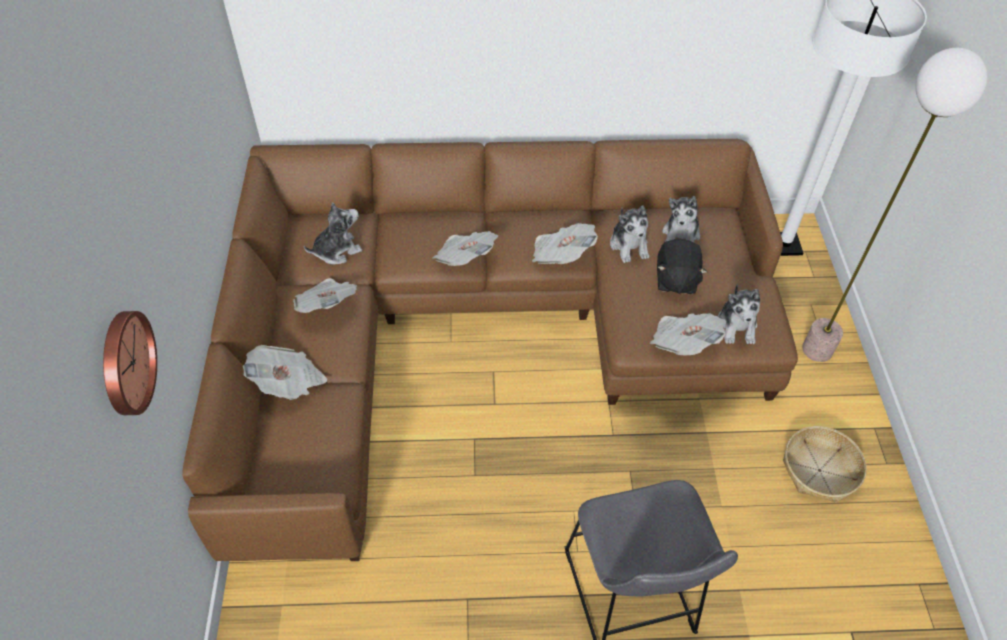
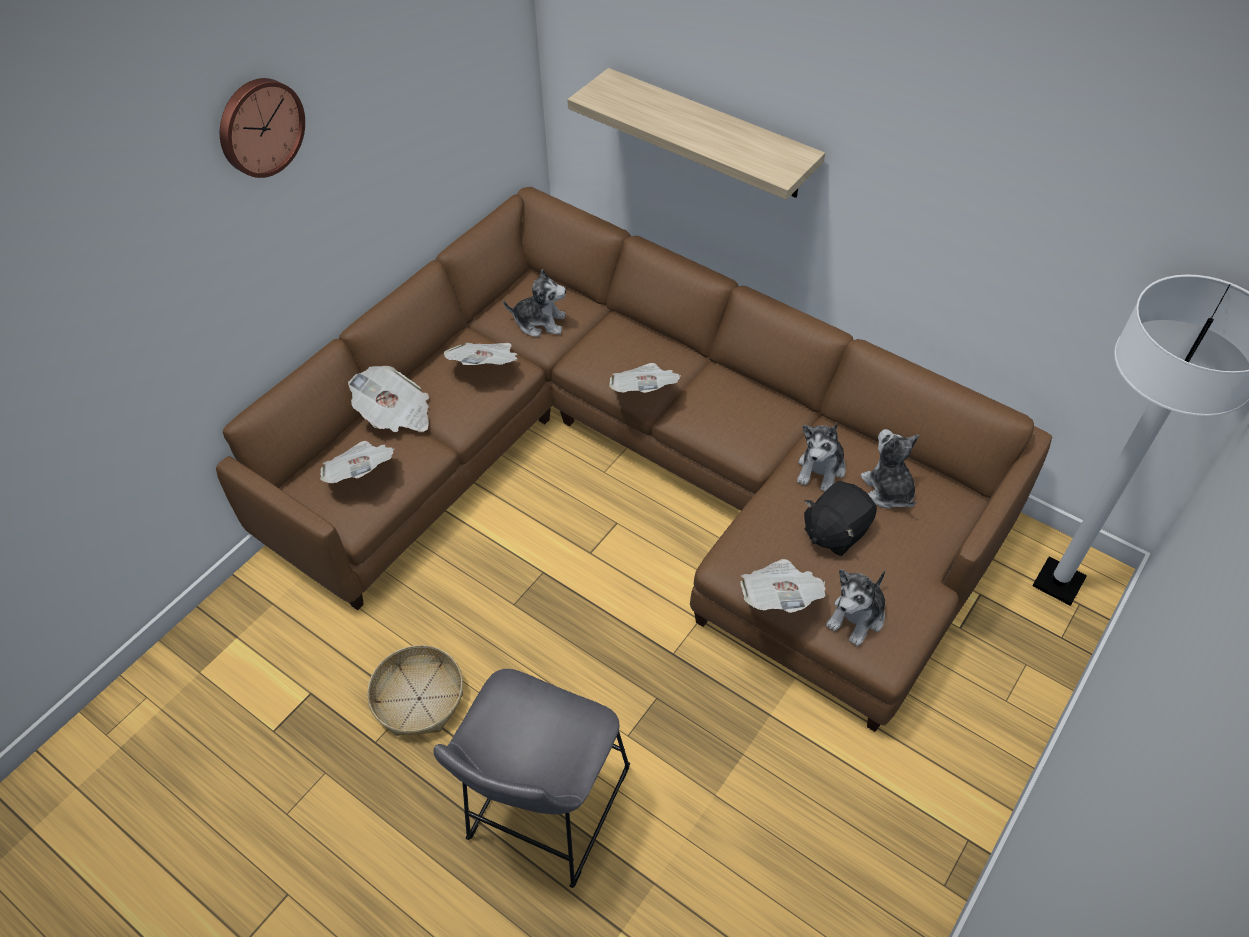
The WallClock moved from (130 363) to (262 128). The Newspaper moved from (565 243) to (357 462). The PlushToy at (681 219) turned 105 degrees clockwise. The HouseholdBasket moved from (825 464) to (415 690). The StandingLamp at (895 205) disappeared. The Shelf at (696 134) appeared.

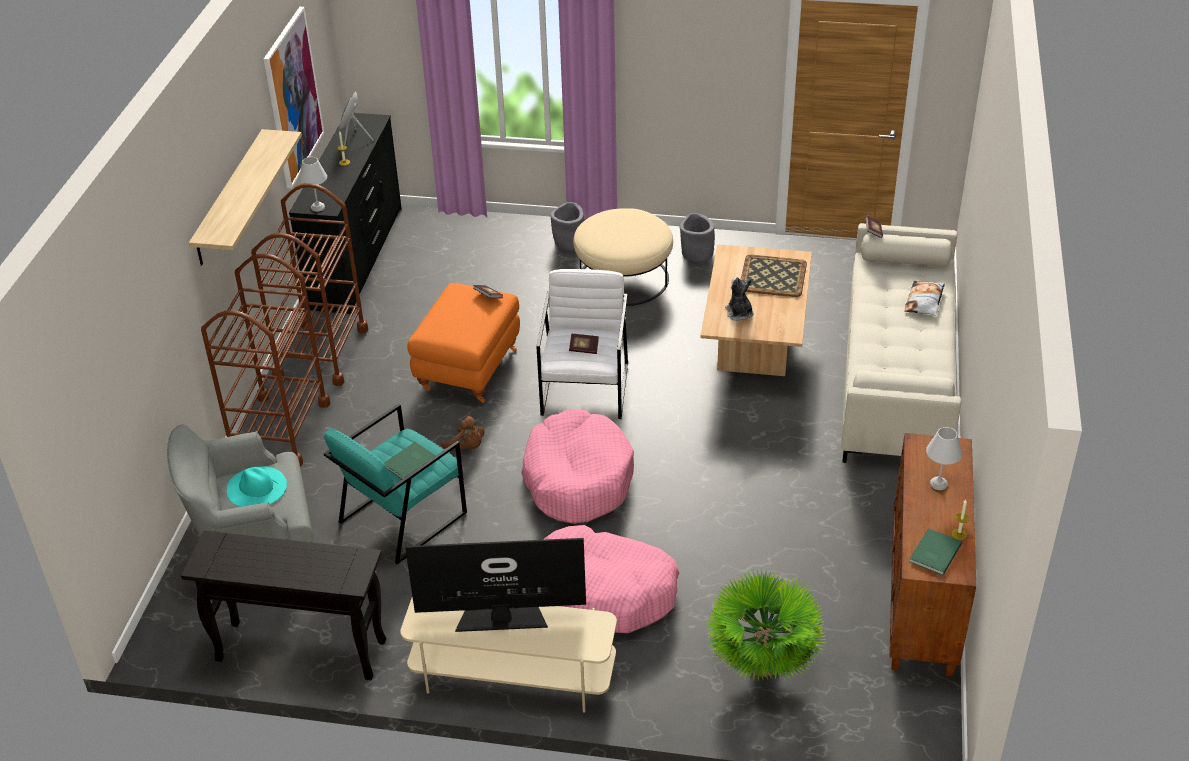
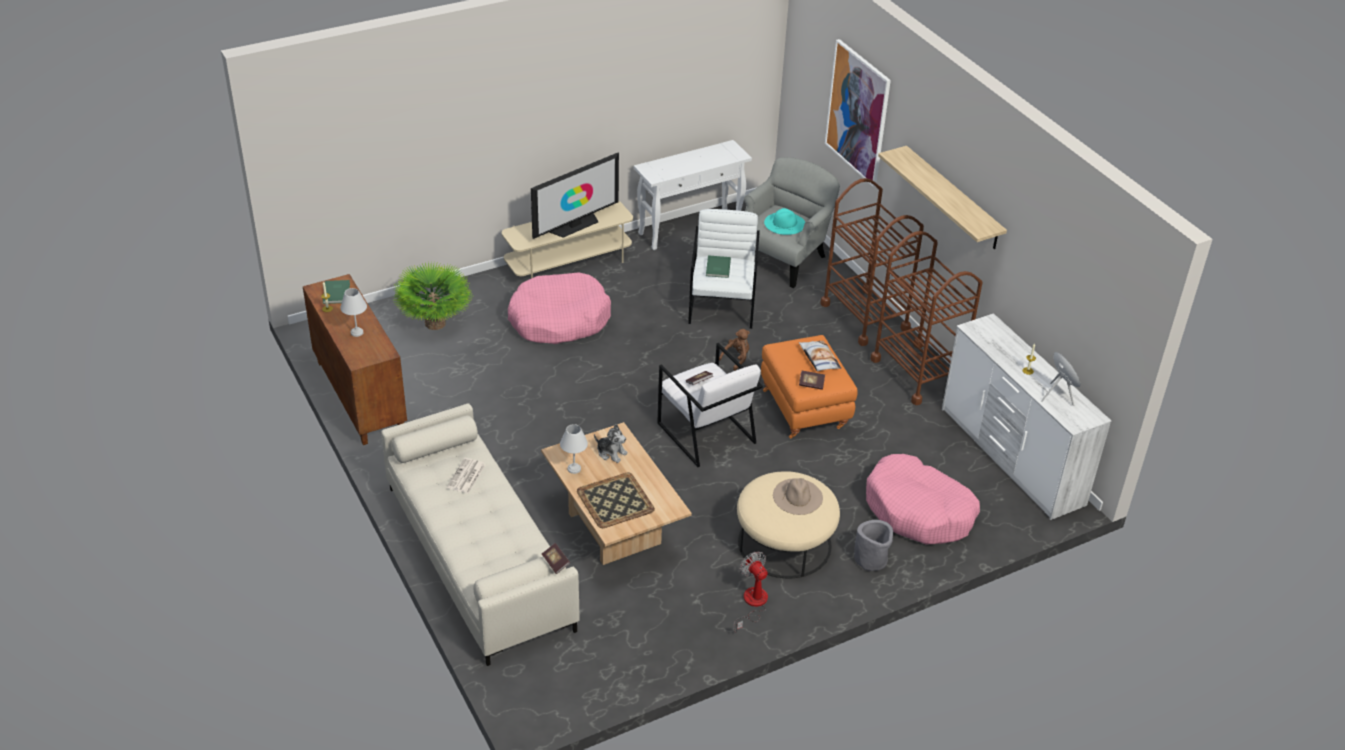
The BlackHallTable at (283 605) became the WhiteColouredHallTable at (693 195). The WallArt moved from (294 98) to (858 113). The BlackChestOfDrawers at (345 213) became the WhiteColouredChestOfDrawers at (1026 416). The WhiteColouredTableLamp moved from (313 184) to (574 449). The TurquoiseLoungeChair at (395 484) became the WhiteColouredLoungeChair at (724 269). The BrownPlushToy at (463 432) turned 135 degrees clockwise. The PinkColouredDogBed moved from (577 466) to (923 499). The GrayFlowerPot at (697 237) was replaced by the ElectricFan at (750 592). The ThrowPillow moved from (924 298) to (820 356). The Newspaper at (466 476) appeared. The BeigeColouredHat at (798 496) appeared.

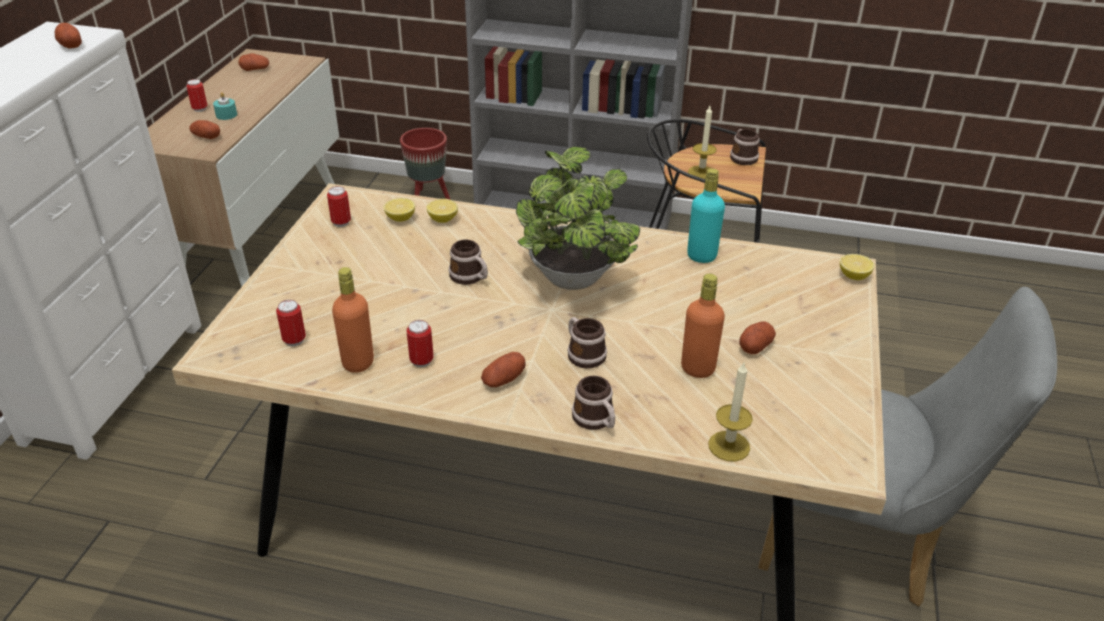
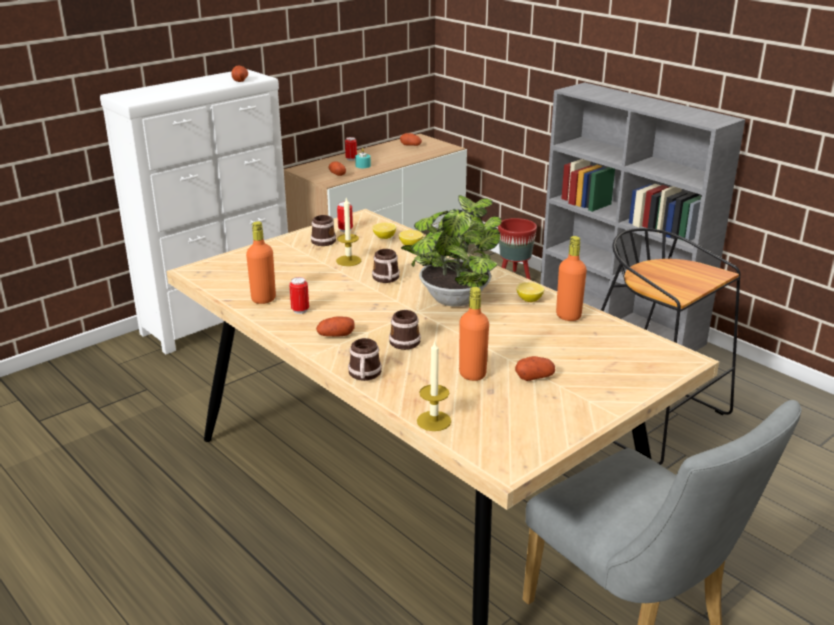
The SealedCan at (291 323) disappeared. The TurquoiseBottle at (706 215) became the OrangeBottle at (571 278). The Candle moved from (702 142) to (348 231). The TeaMug moved from (745 147) to (323 230). The Lemon moved from (857 267) to (530 292).

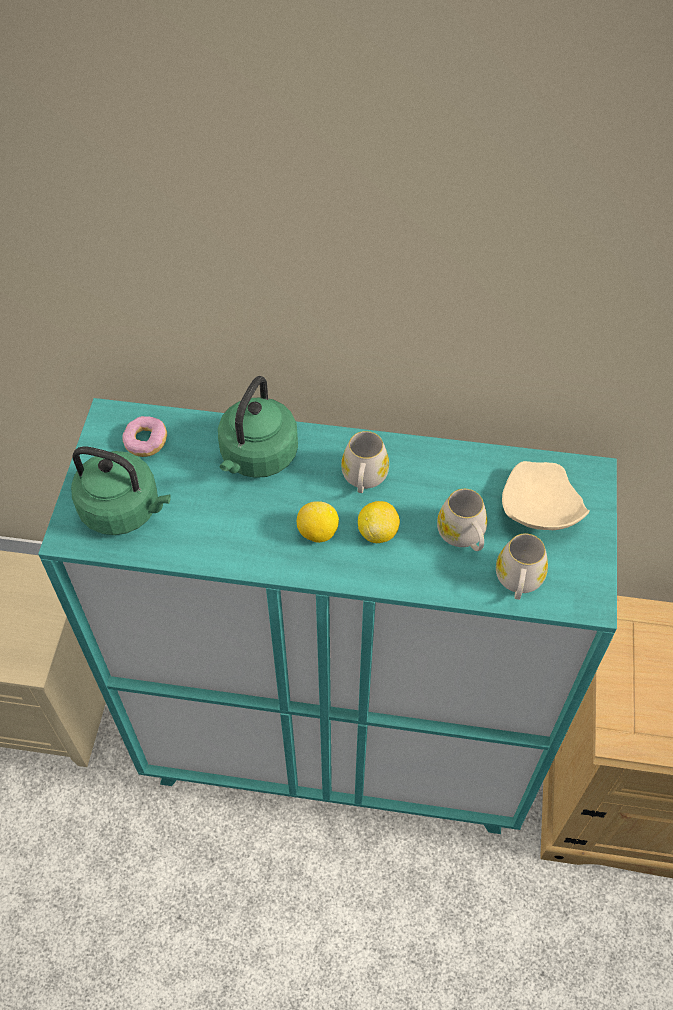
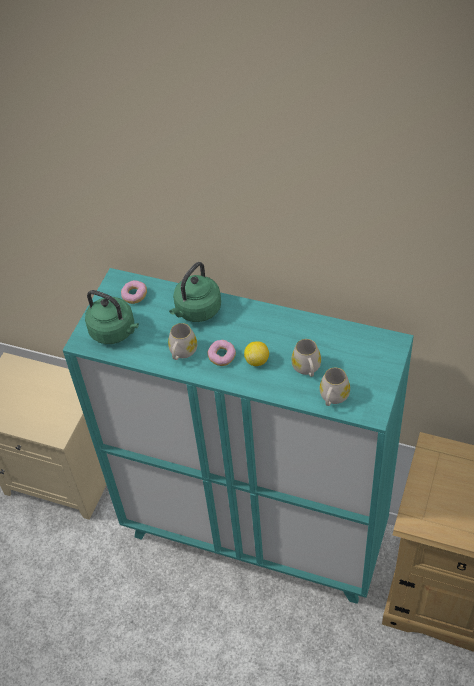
The Lemon at (318 522) was replaced by the Donut at (221 353). The WhiteColouredTeaMug moved from (365 462) to (182 341). The BeigeColouredPlate at (546 495) disappeared.

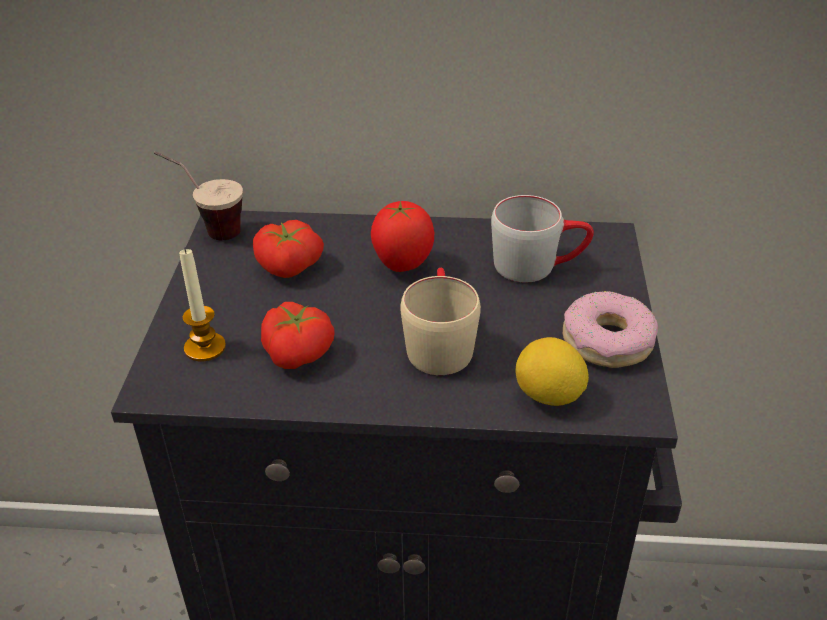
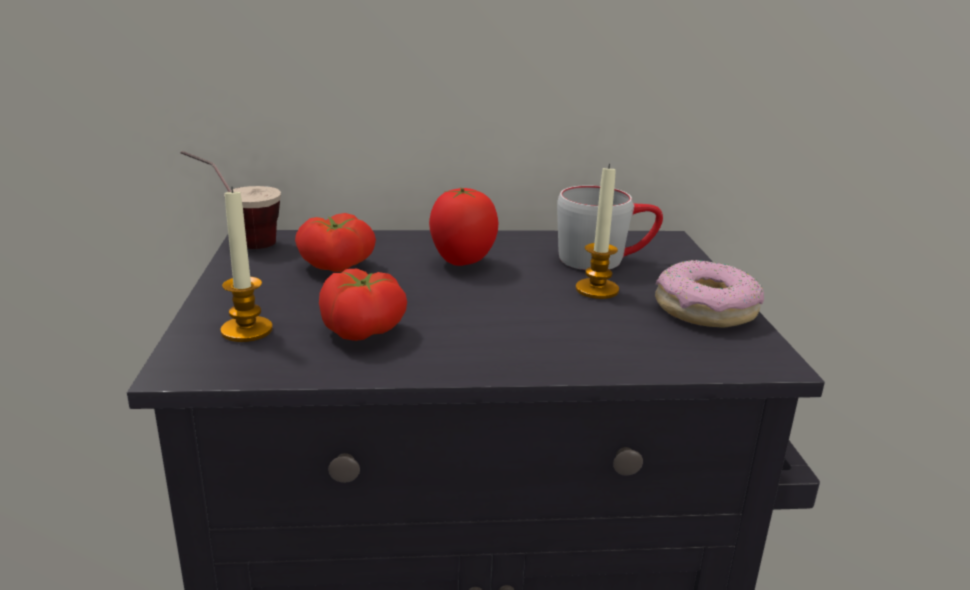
The BeigeColouredTeaMug at (440 321) disappeared. The Lemon at (552 371) disappeared. The Candle at (597 231) appeared.

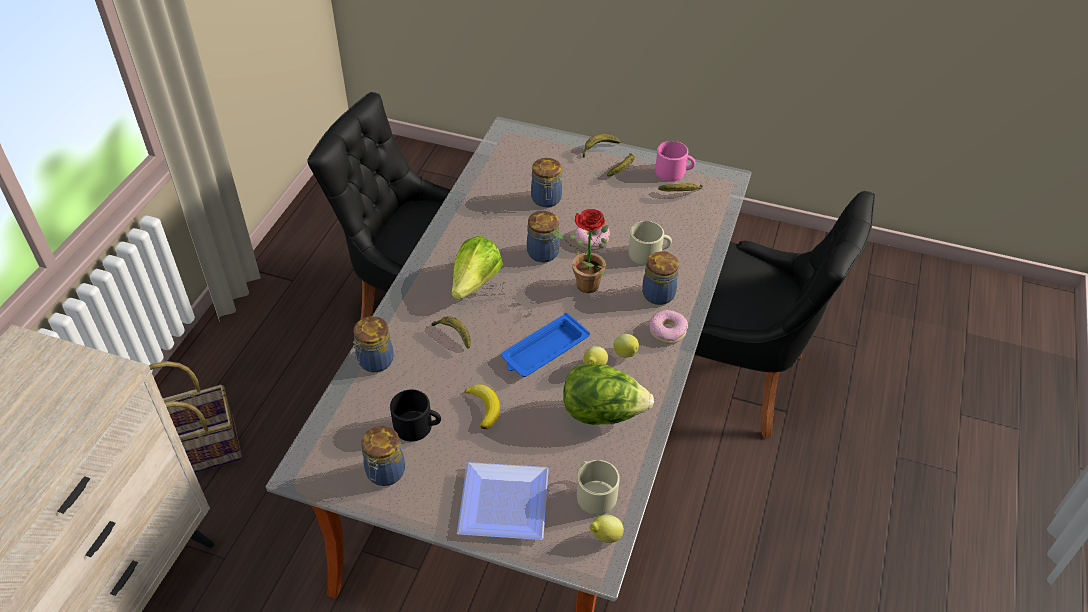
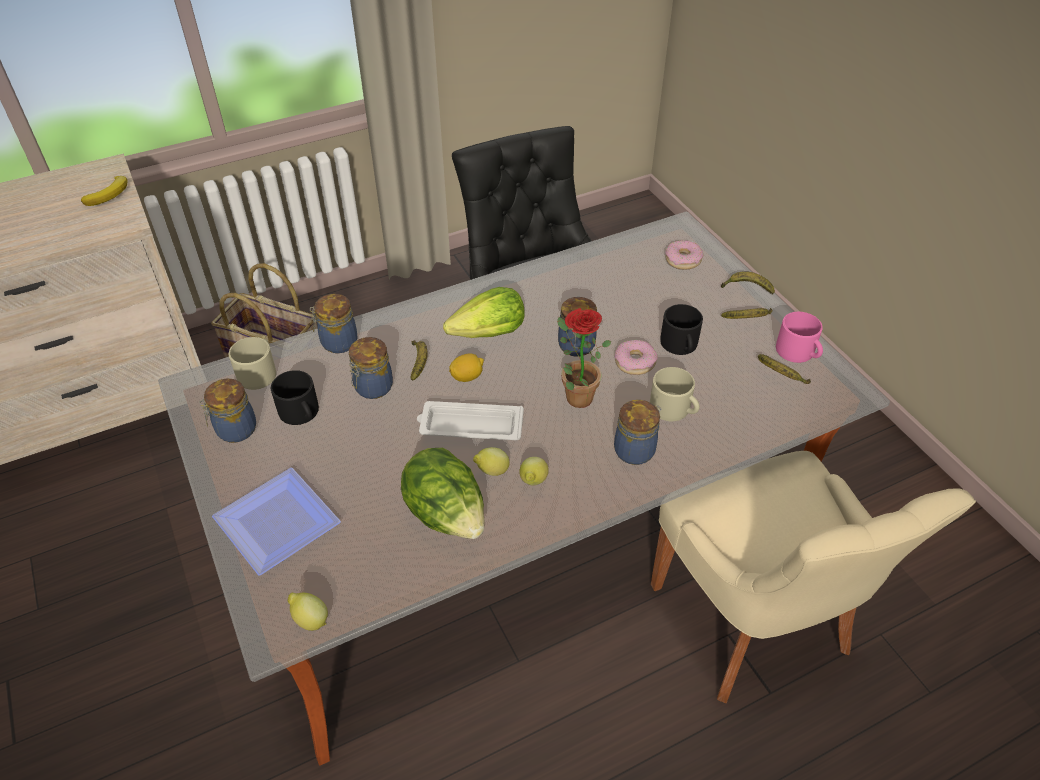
The WholeBanana moved from (482 406) to (104 191). The BlueServingTray at (545 345) became the WhiteColouredServingTray at (470 420). The PreserveJar moved from (546 182) to (371 368). The BeigeColouredTeaMug moved from (598 487) to (252 363). The Donut moved from (669 327) to (684 255). The BlackUprightChair at (784 315) became the BeigeColouredUprightChair at (813 577). The Lemon at (466 367) appeared. The BlackTeaMug at (681 329) appeared.

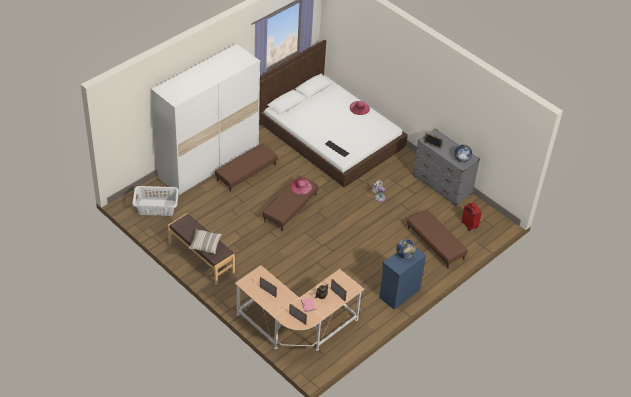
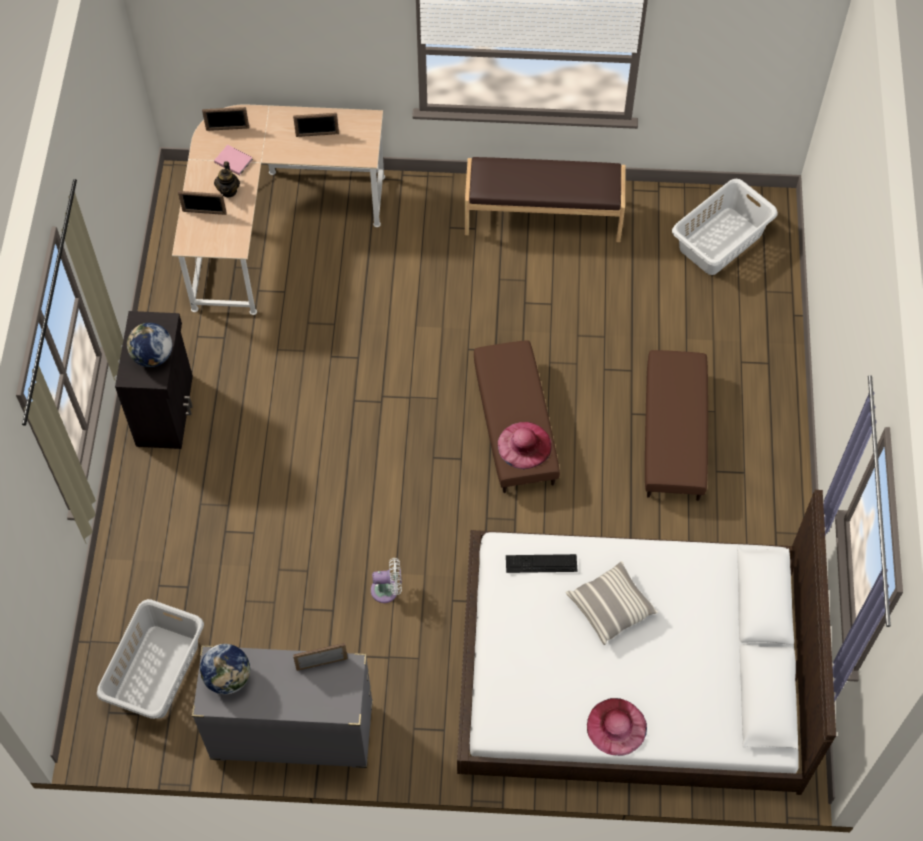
The WhiteColouredWardrobe at (205 119) disappeared. The ThrowPillow moved from (205 241) to (612 603). The BlueCabinet at (402 279) became the BlackCabinet at (154 380). The BrownOttoman at (437 239) disappeared. The RedSuitcase at (472 216) was replaced by the GrayLaundryBasket at (150 659).

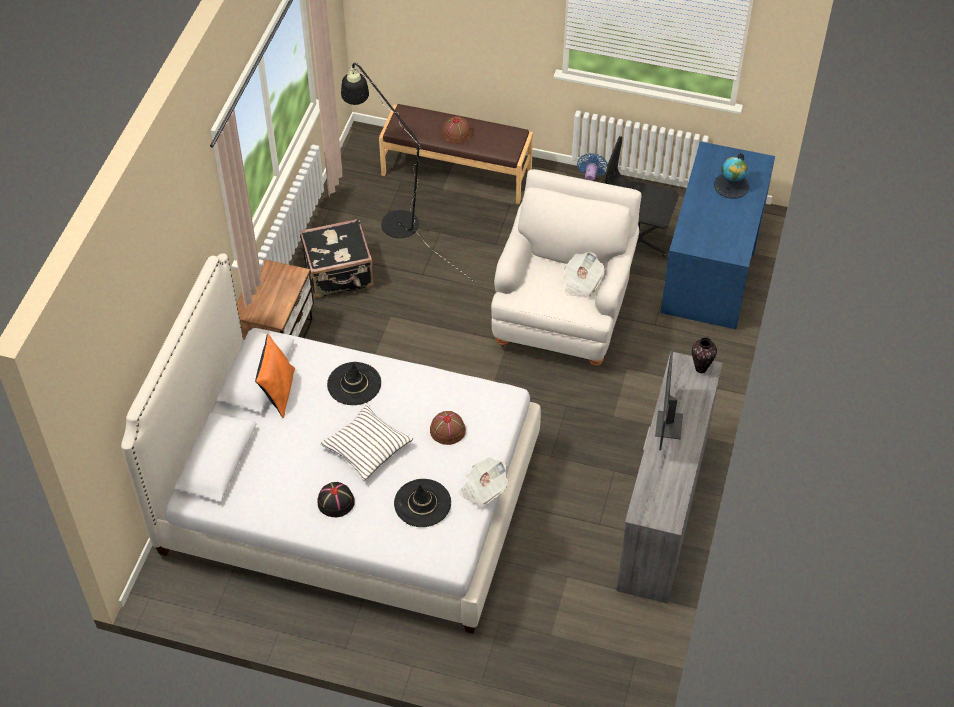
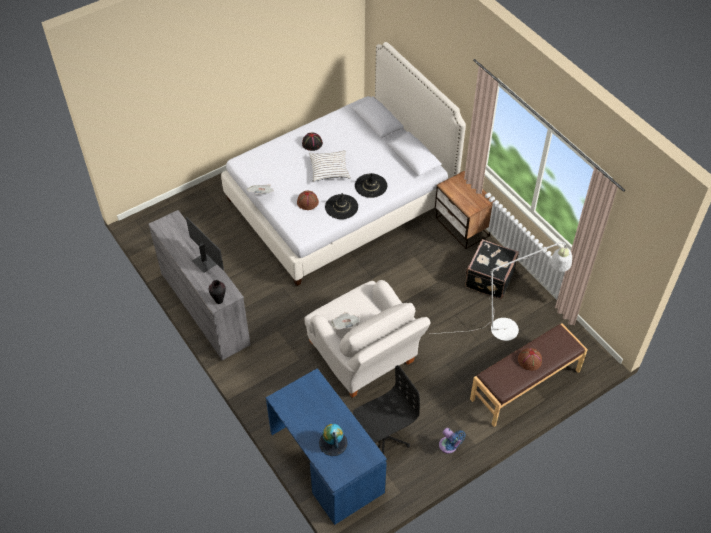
The OrangeThrowPillow at (275 376) disappeared. The BlackStandingLamp at (407 172) became the WhiteColouredStandingLamp at (502 291). The BlackHat moved from (422 503) to (341 206).

